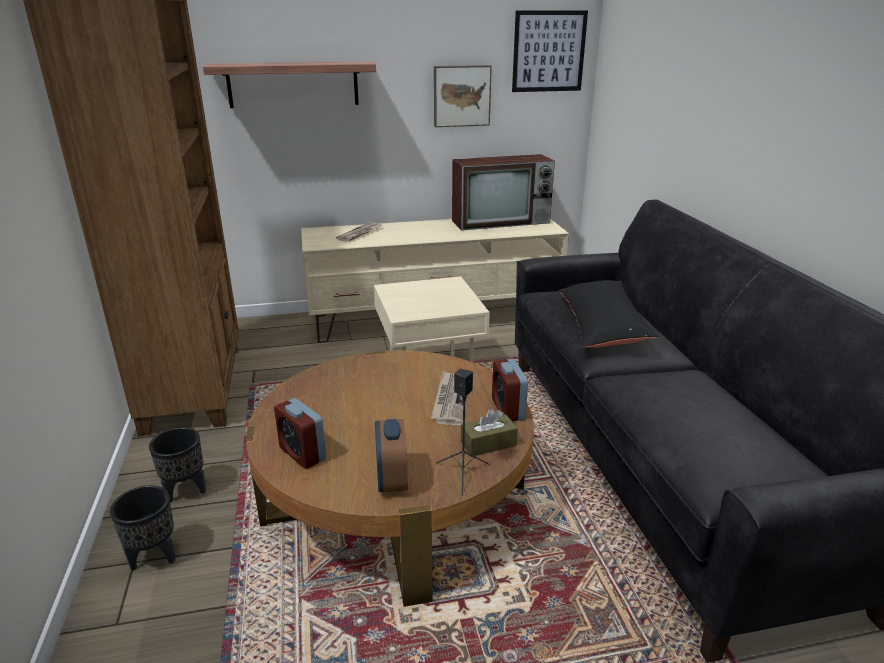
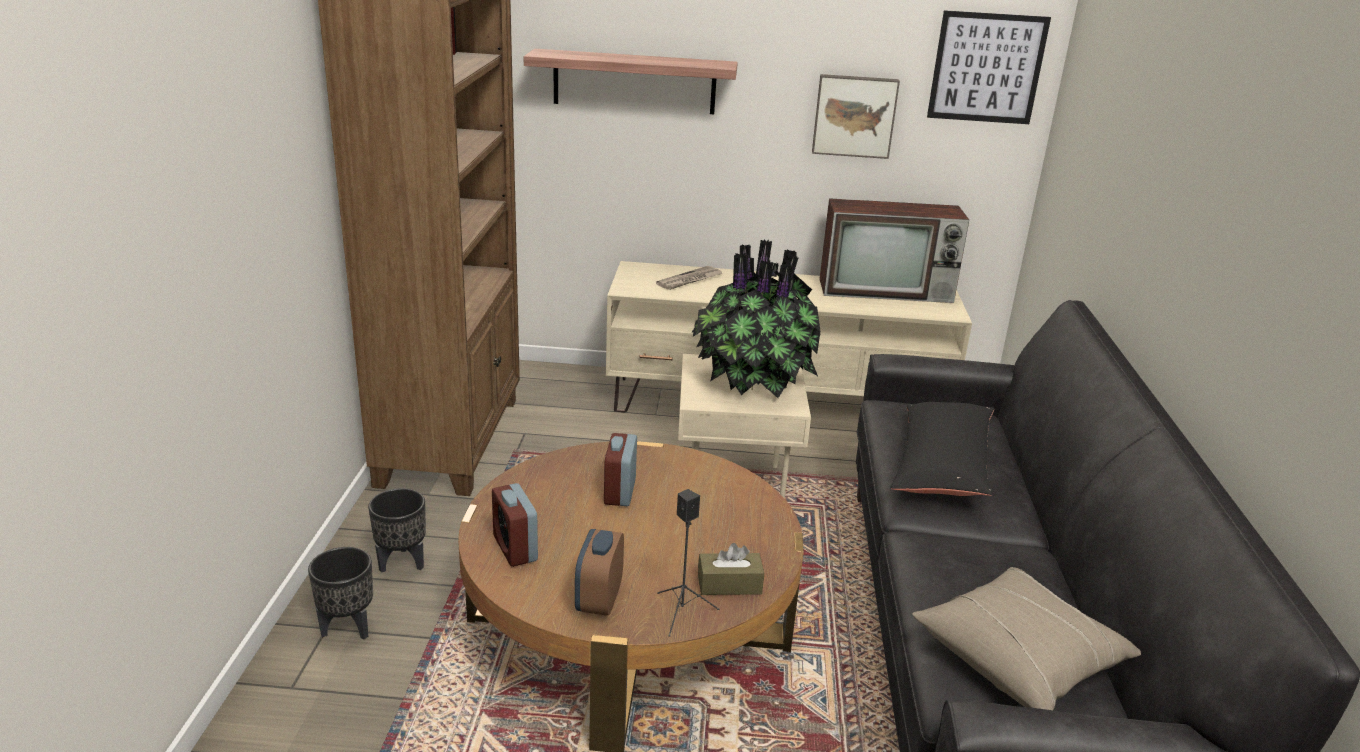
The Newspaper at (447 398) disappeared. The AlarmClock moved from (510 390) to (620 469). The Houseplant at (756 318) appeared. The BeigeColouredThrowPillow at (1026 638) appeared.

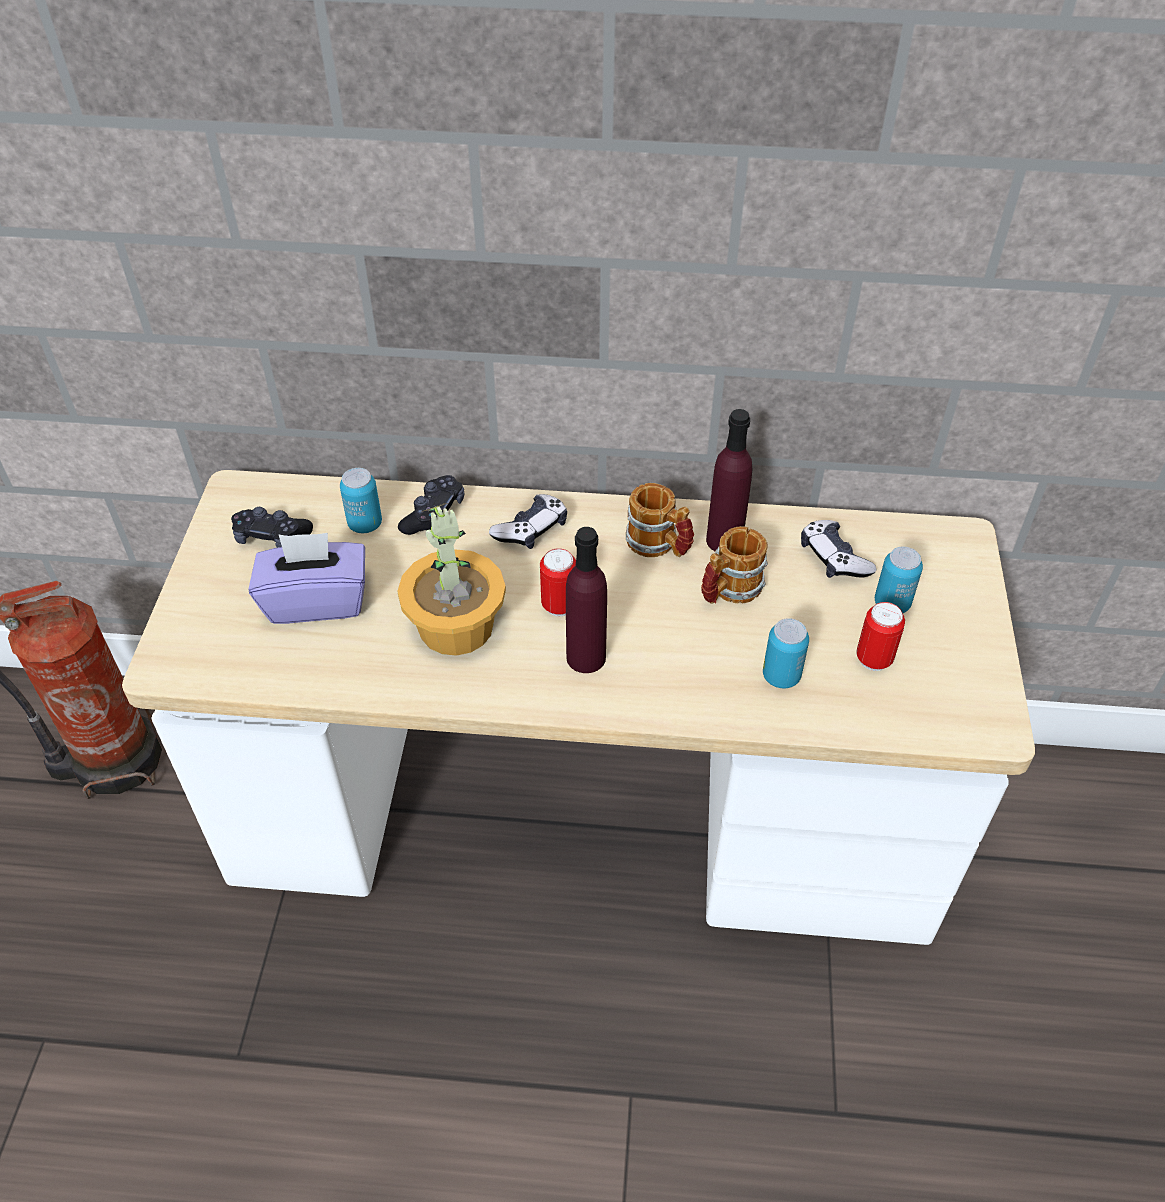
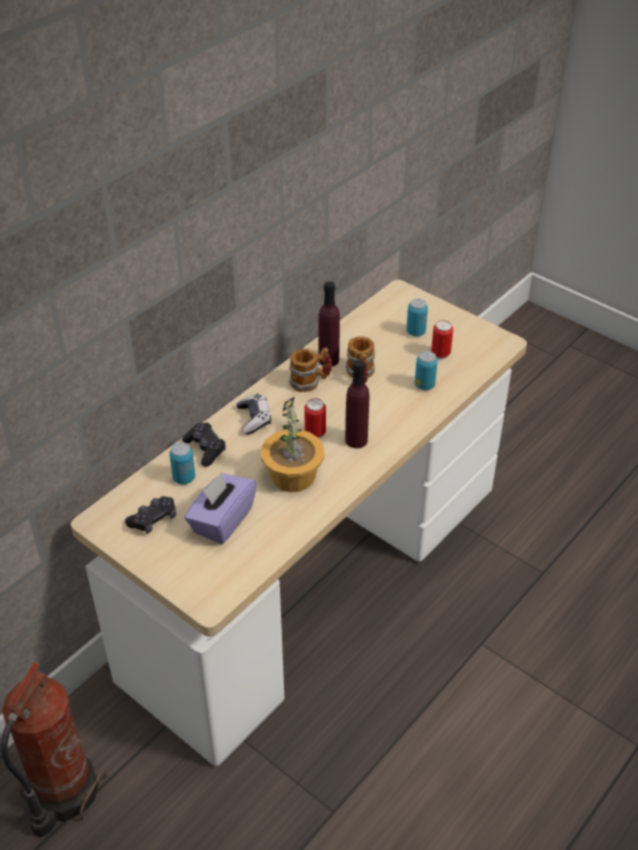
The Gamepad at (838 549) disappeared.

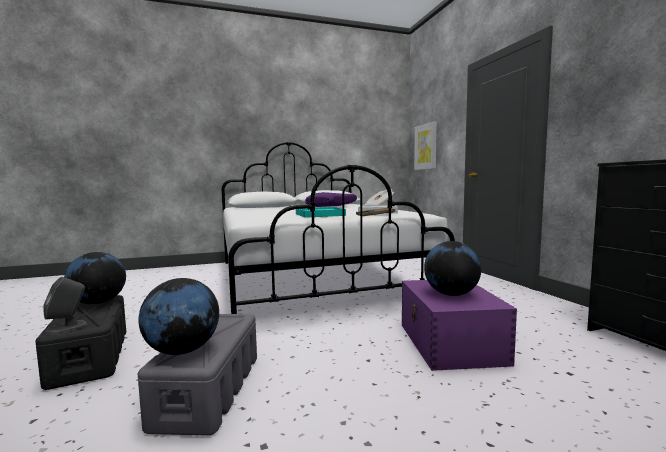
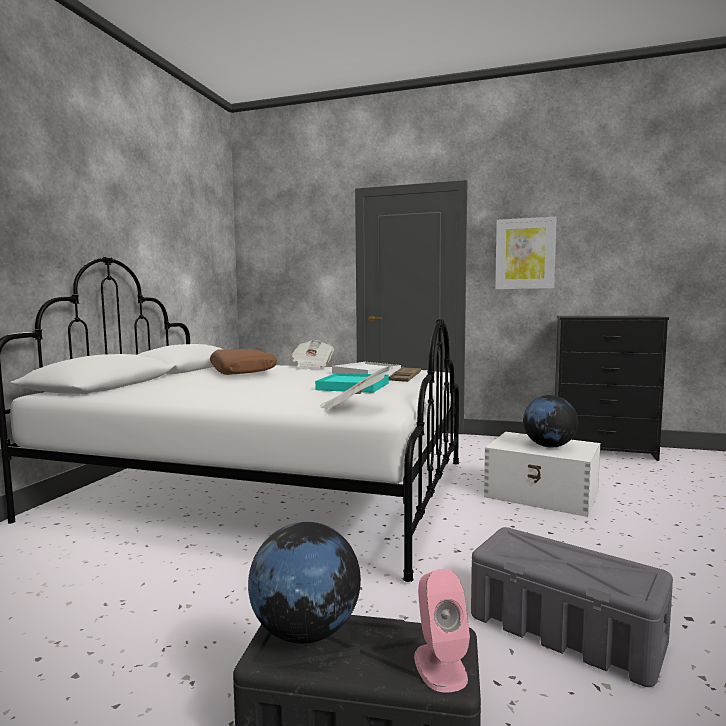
The GrayLoudspeaker at (65 306) became the PinkColouredLoudspeaker at (442 631). The DeskGlobe at (179 316) disappeared. The PurpleThrowPillow at (331 199) became the BrownThrowPillow at (243 362). The PurpleStorageBox at (459 325) became the WhiteColouredStorageBox at (542 474). The WallArt moved from (425 145) to (526 253). The Newspaper at (356 387) appeared.

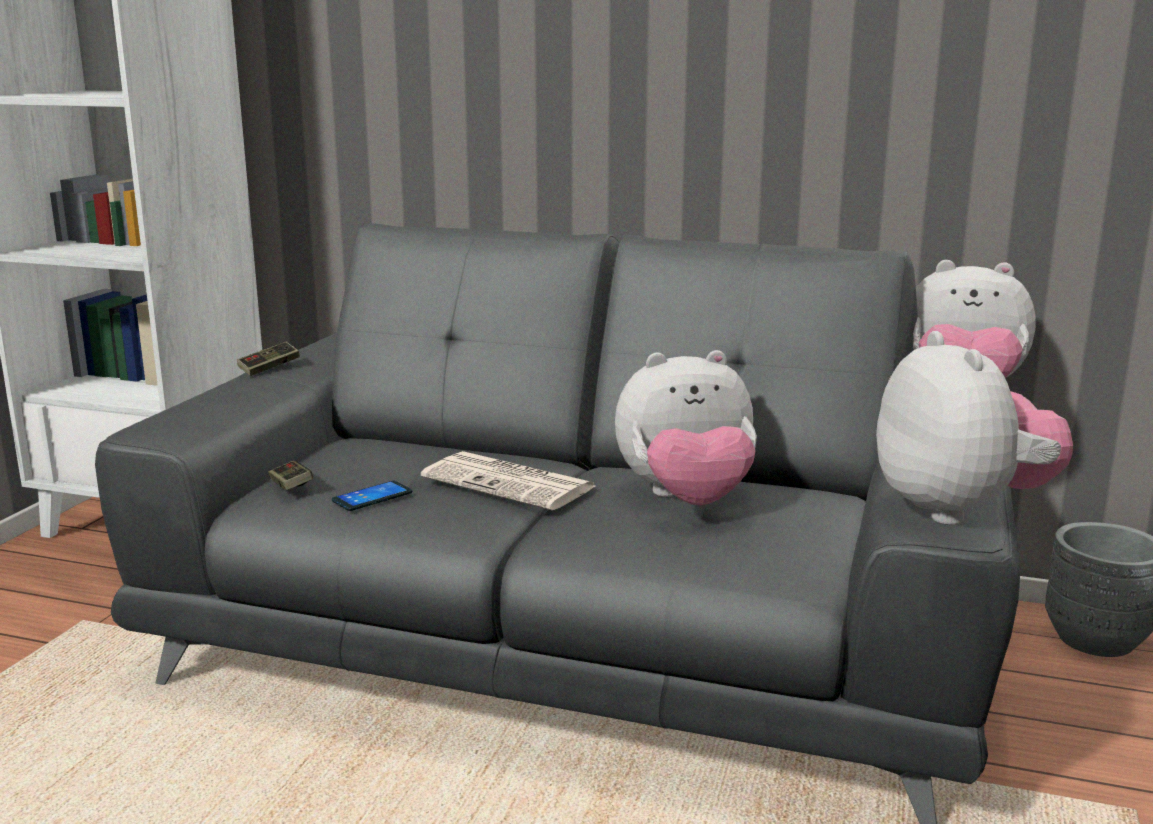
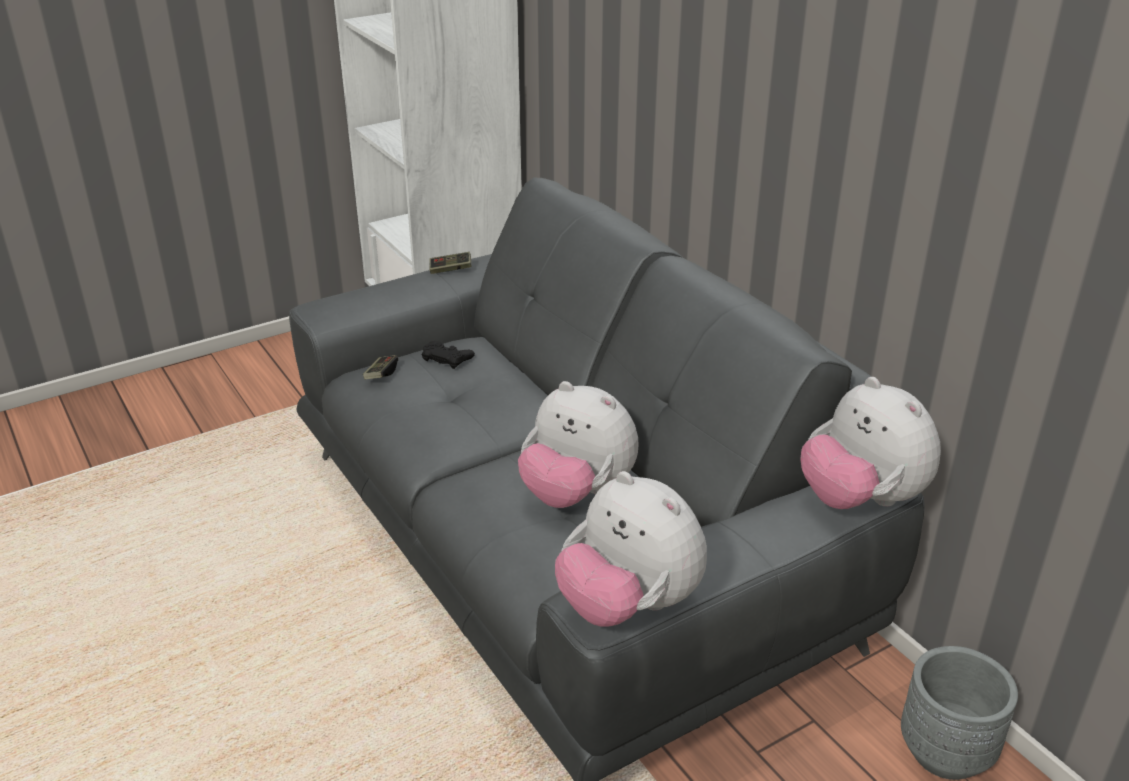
The Handset at (372 496) disappeared. The Newspaper at (508 480) disappeared. The PlushToy at (974 428) turned 105 degrees clockwise. The BlackGamepad at (448 355) appeared.

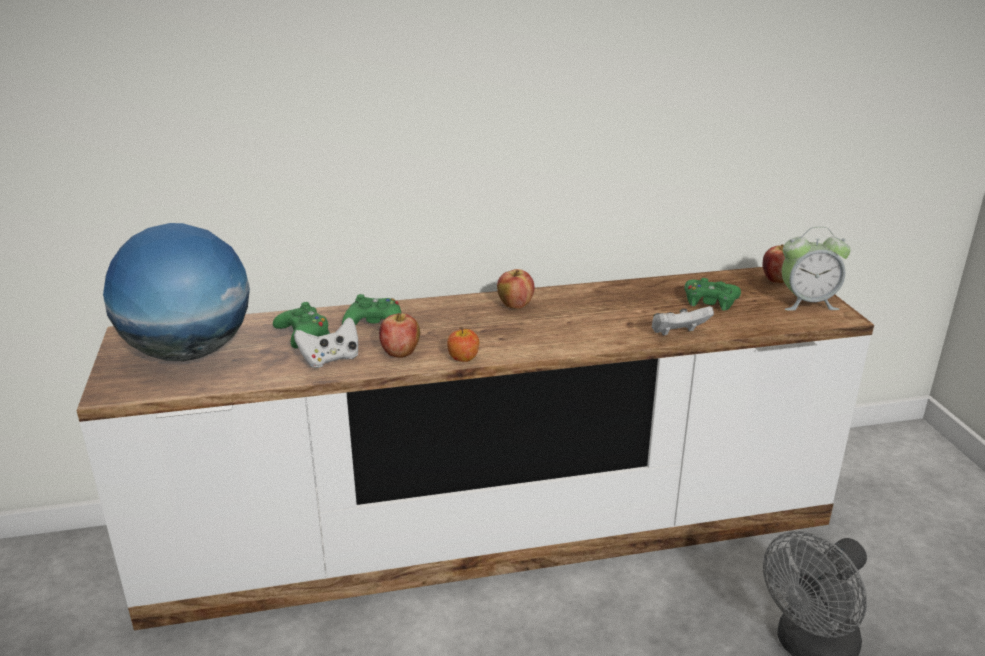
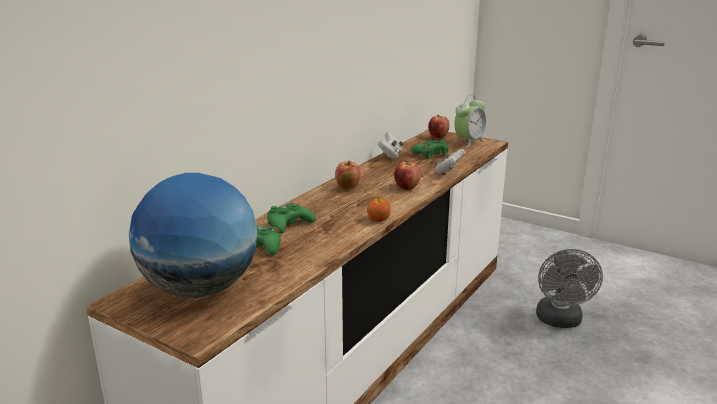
The WhiteColouredGamepad moved from (326 342) to (390 145). The Apple moved from (399 335) to (407 175).

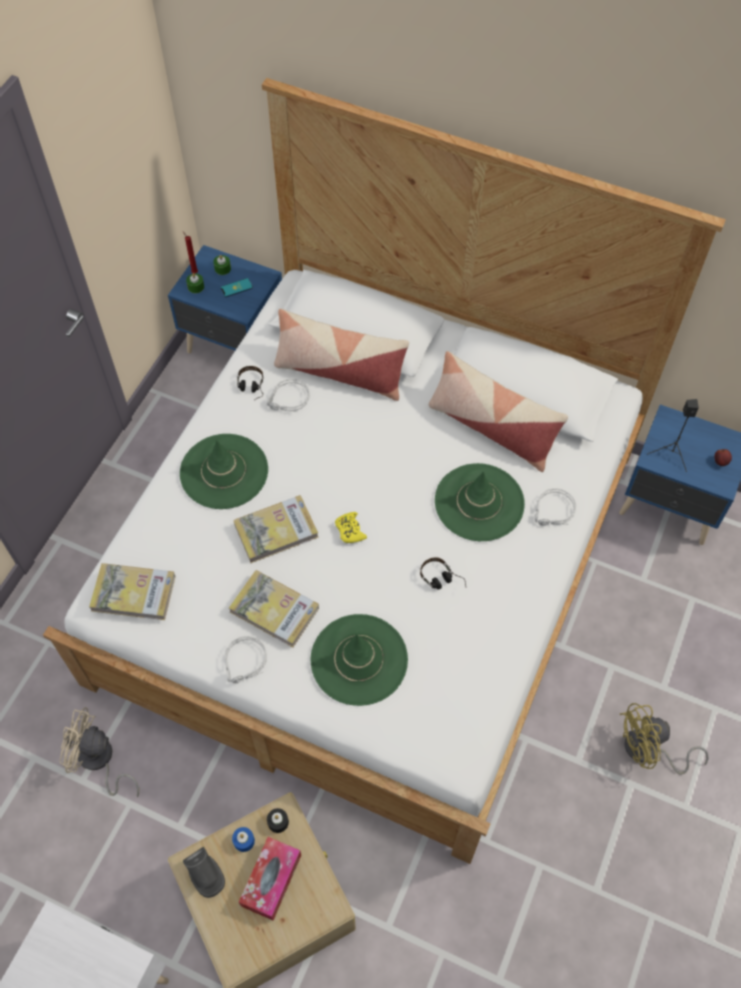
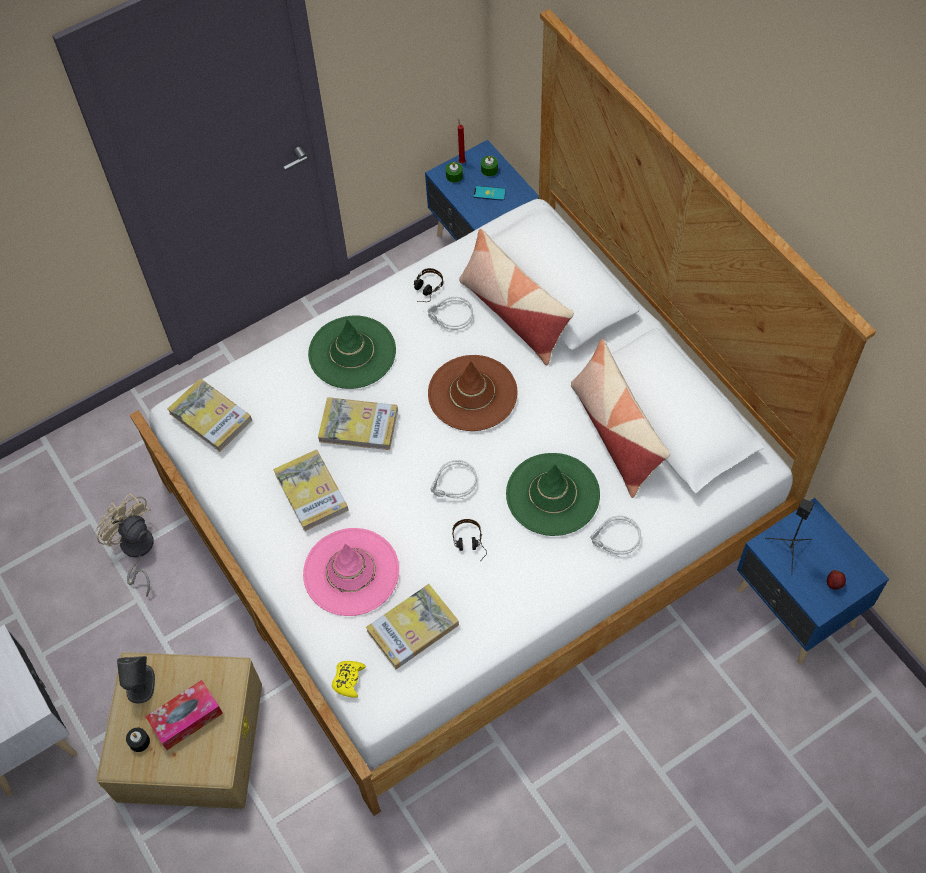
The GrayPairOfHeadphones moved from (245 660) to (454 479). The BlueCandle at (243 839) disappeared. The BlackCandle moved from (278 820) to (138 740). The GreenishHat at (359 660) became the PinkColouredHat at (351 572). The YellowColouredGamepad moved from (351 527) to (349 679). The YellowColouredElectricFan at (664 739) disappeared. The Book at (412 626) appeared. The BrownHat at (473 393) appeared.

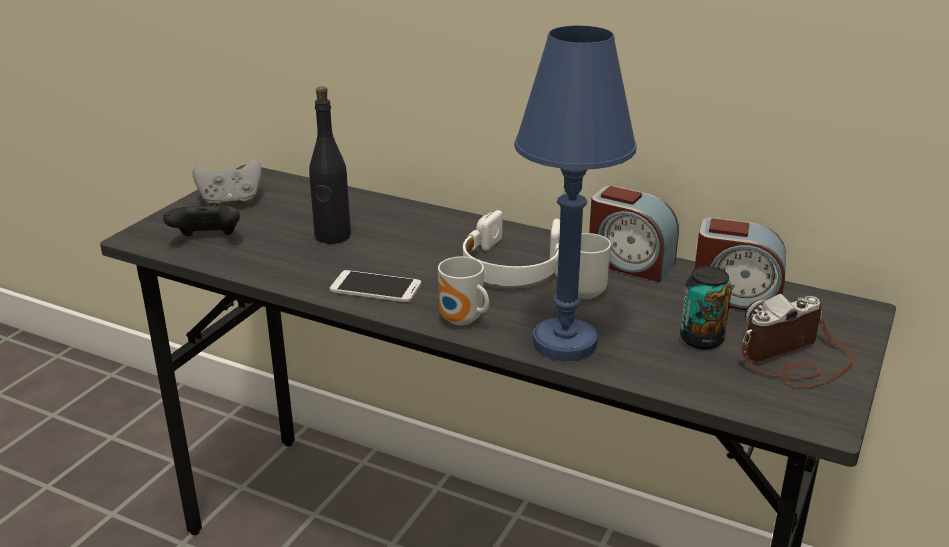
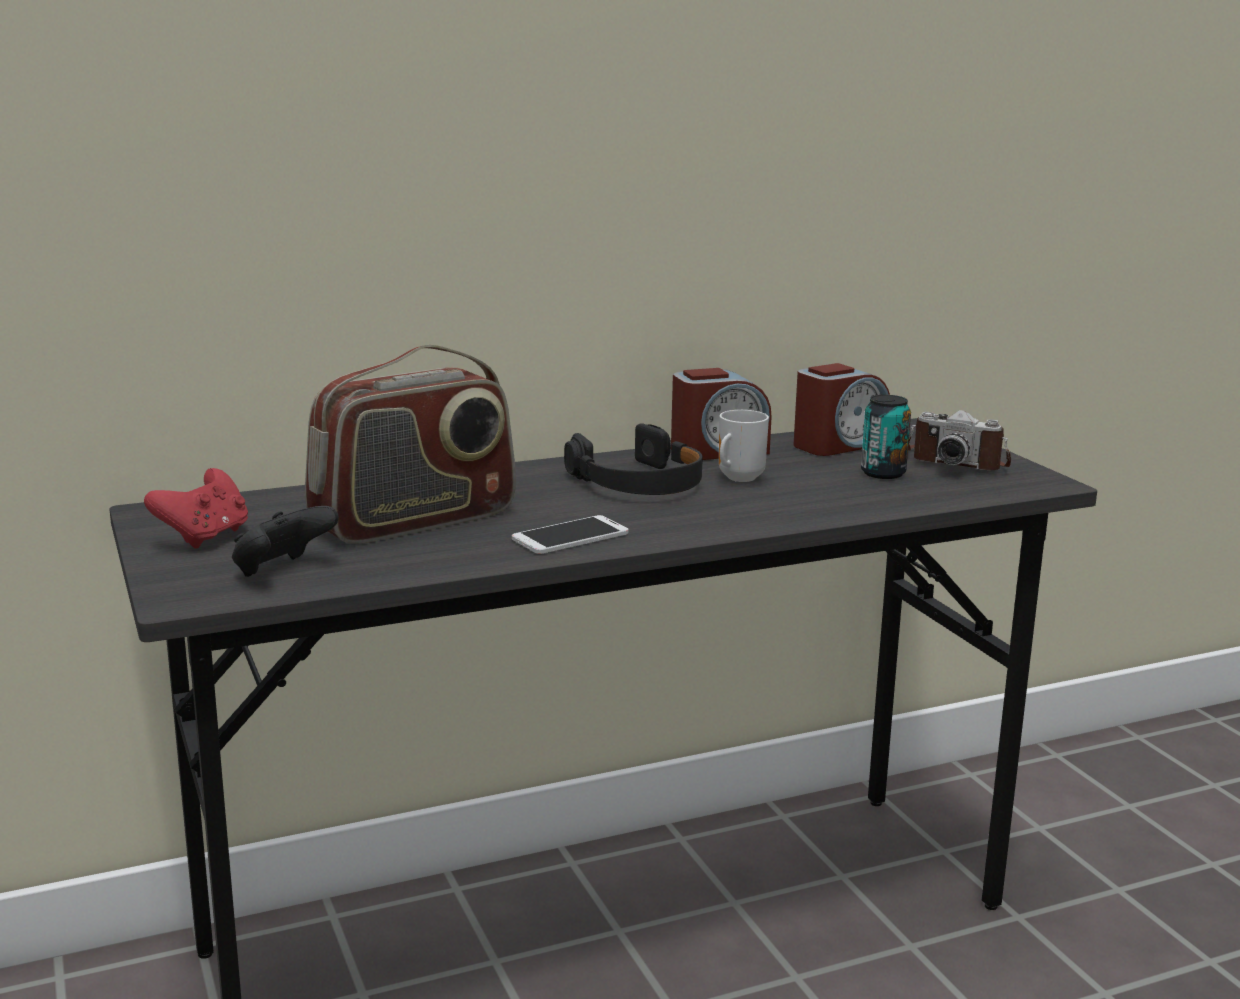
The GrayGamepad at (227 183) became the RedGamepad at (196 508). The BlackBottle at (330 165) was replaced by the RadioSet at (410 444). The TeaMug at (463 291) disappeared. The WhiteColouredPairOfHeadphones at (511 248) became the BlackPairOfHeadphones at (633 459). The BlueTableLamp at (575 193) disappeared. The PhotoCamera at (798 341) turned 75 degrees counterclockwise.

